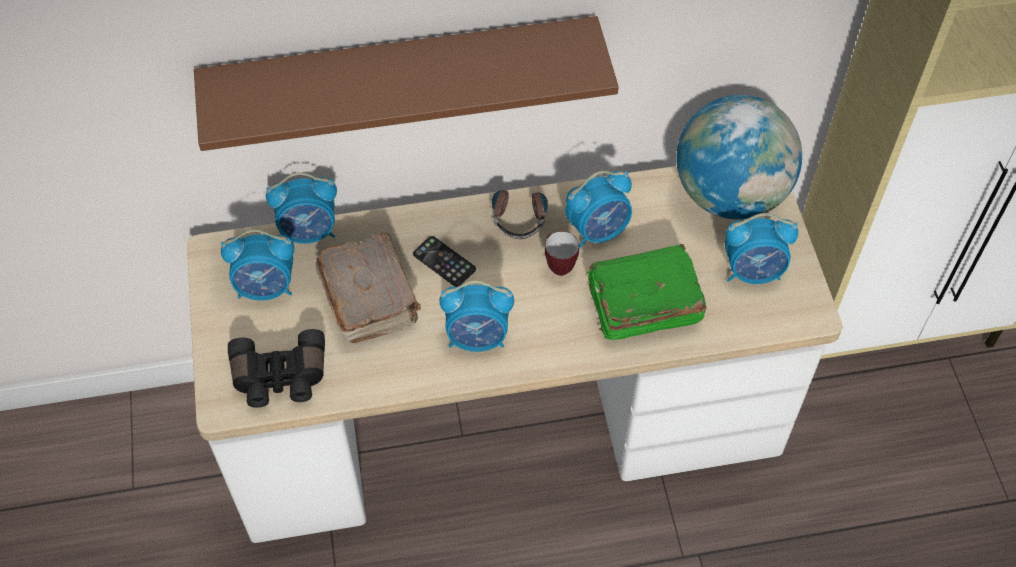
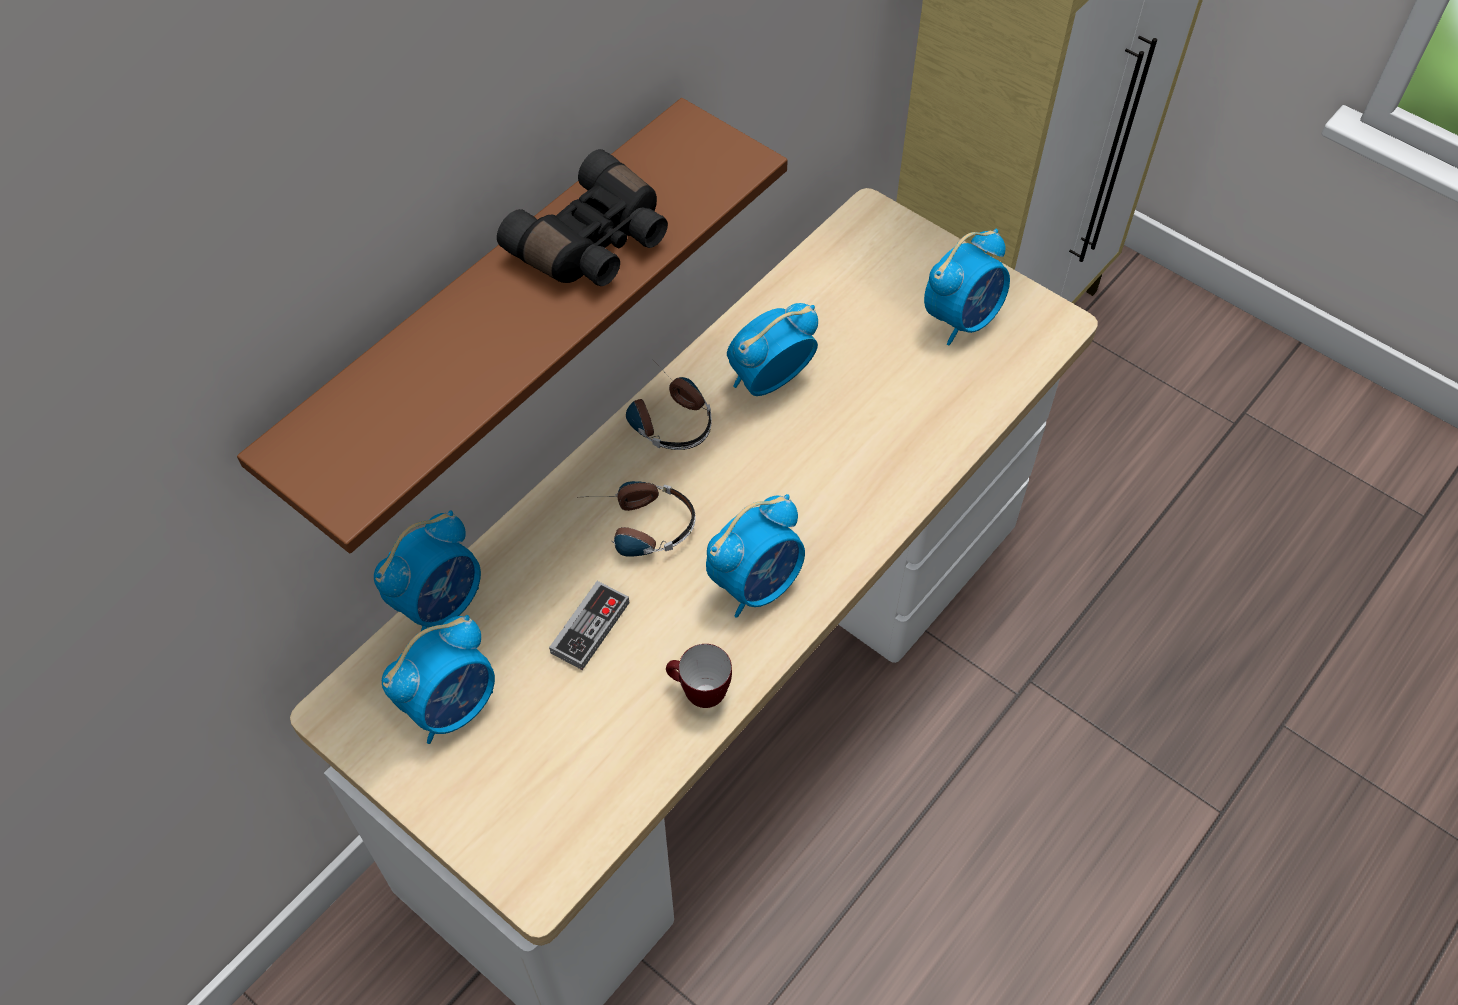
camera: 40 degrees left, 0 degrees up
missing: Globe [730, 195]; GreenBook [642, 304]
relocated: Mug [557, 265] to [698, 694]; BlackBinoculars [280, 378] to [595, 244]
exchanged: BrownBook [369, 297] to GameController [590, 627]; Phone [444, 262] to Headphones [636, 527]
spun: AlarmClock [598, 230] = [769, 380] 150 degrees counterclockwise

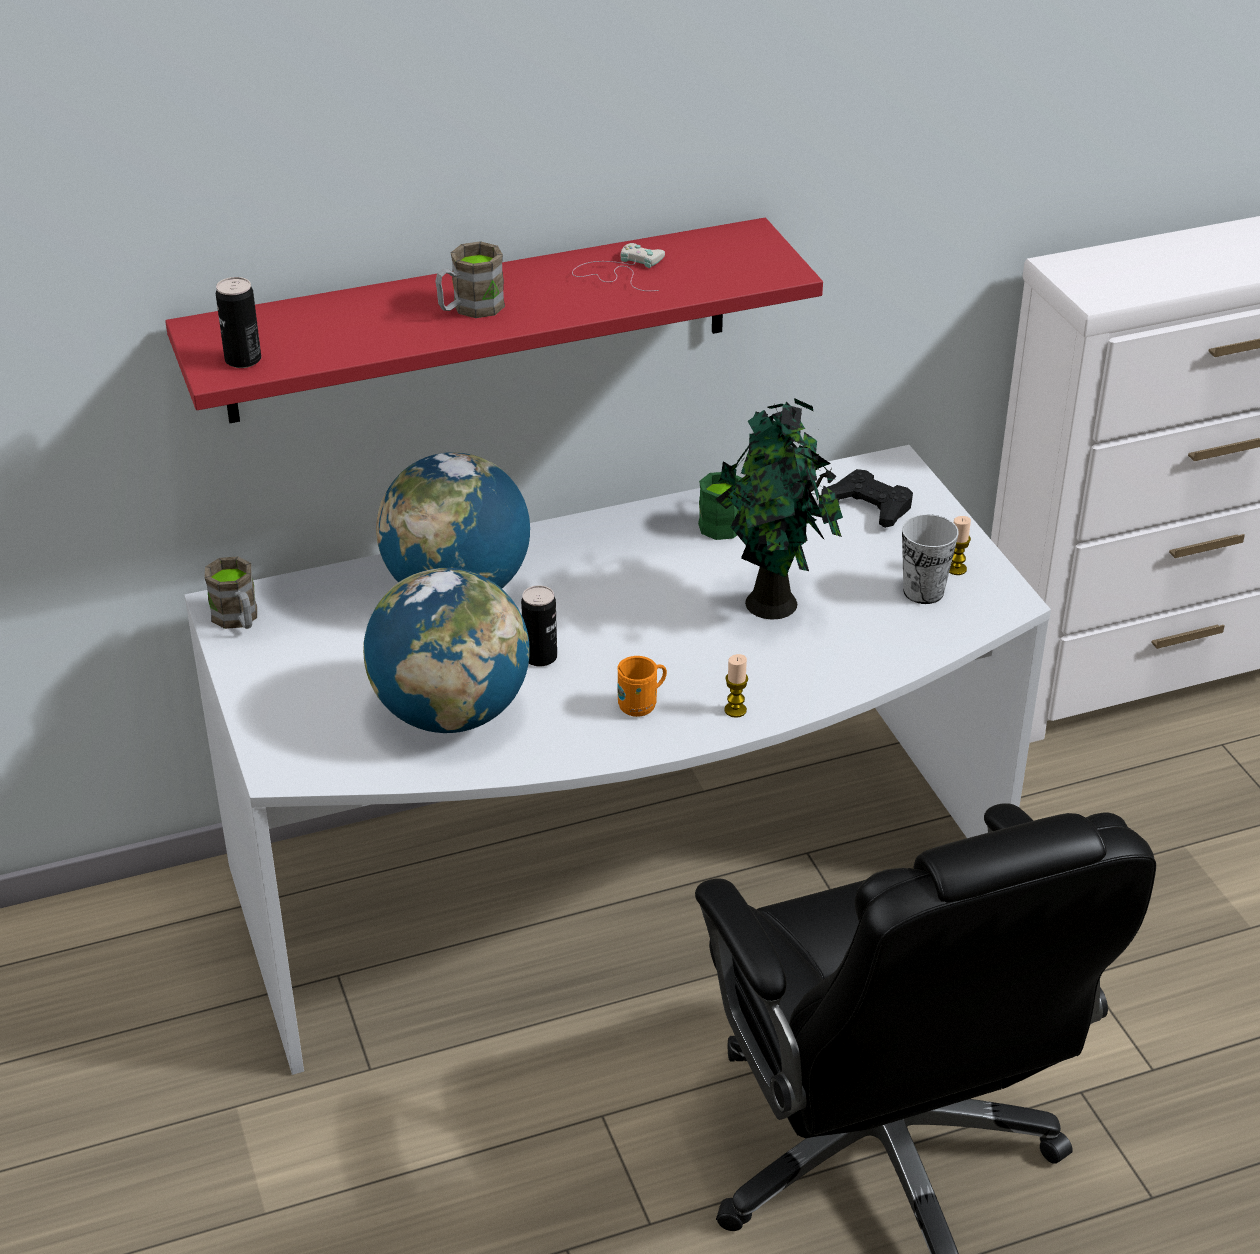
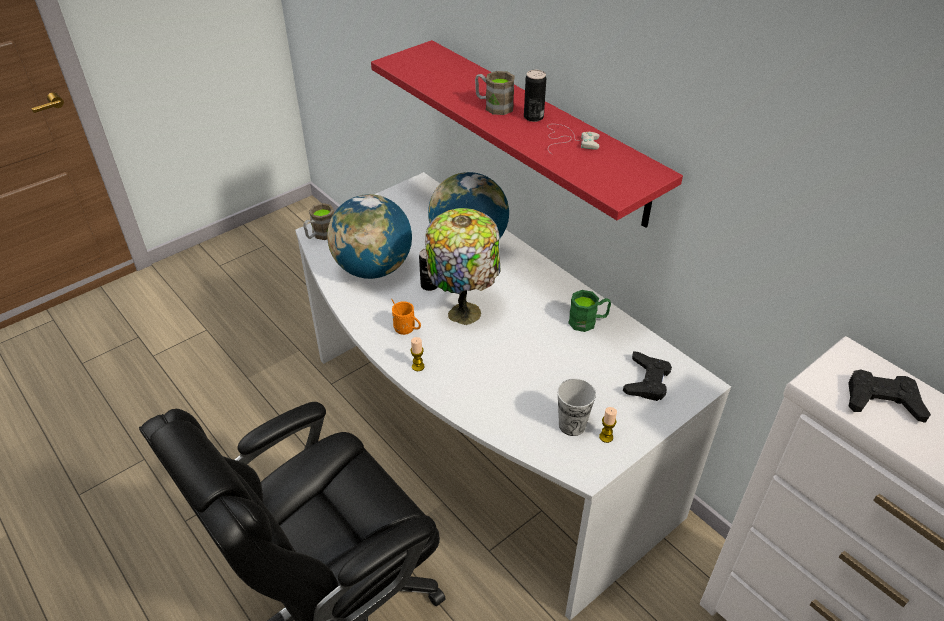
camera: 70 degrees right, 5 degrees up
missing: PottedPlant [774, 606]
appeared: TableLamp [464, 311]; BlackGameController [882, 401]
relocated: Can [243, 360] to [533, 117]; BrownMug [238, 620] to [320, 235]

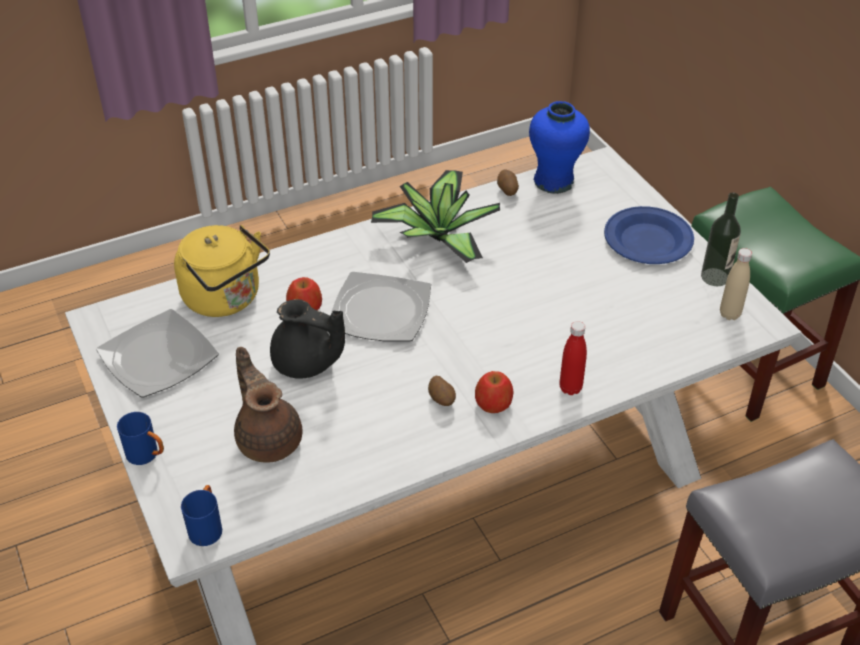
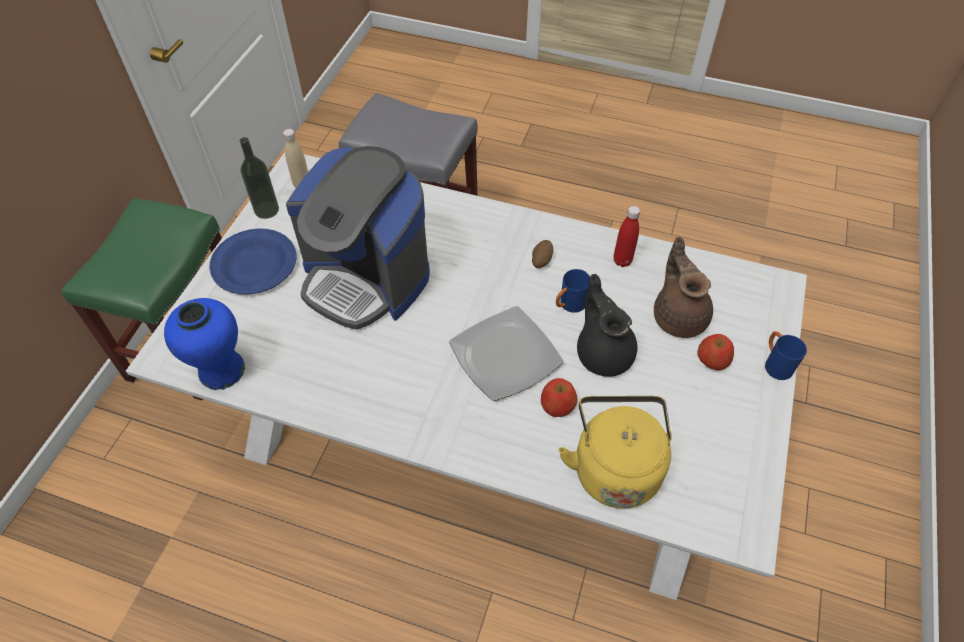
camera: 135 degrees left, 10 degrees up
missing: PottedPlant [437, 236]; Potato [507, 191]; Plate [157, 357]
appeared: CoffeeMachine [366, 279]
relocated: RedBottle [570, 388] to [622, 261]; Apple [493, 403] to [712, 360]; BlueMug [207, 526] to [569, 305]
spun: BrownTeapot [269, 438] = [679, 316] 150 degrees clockwise

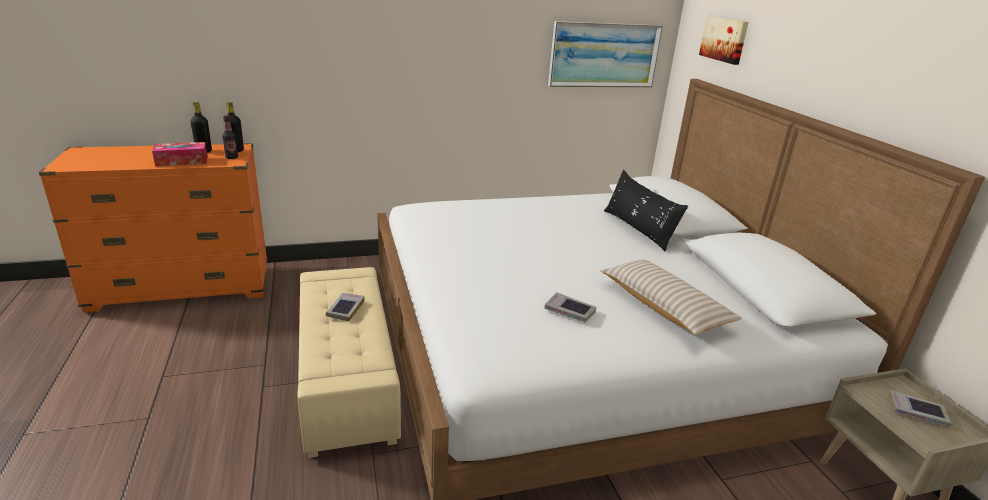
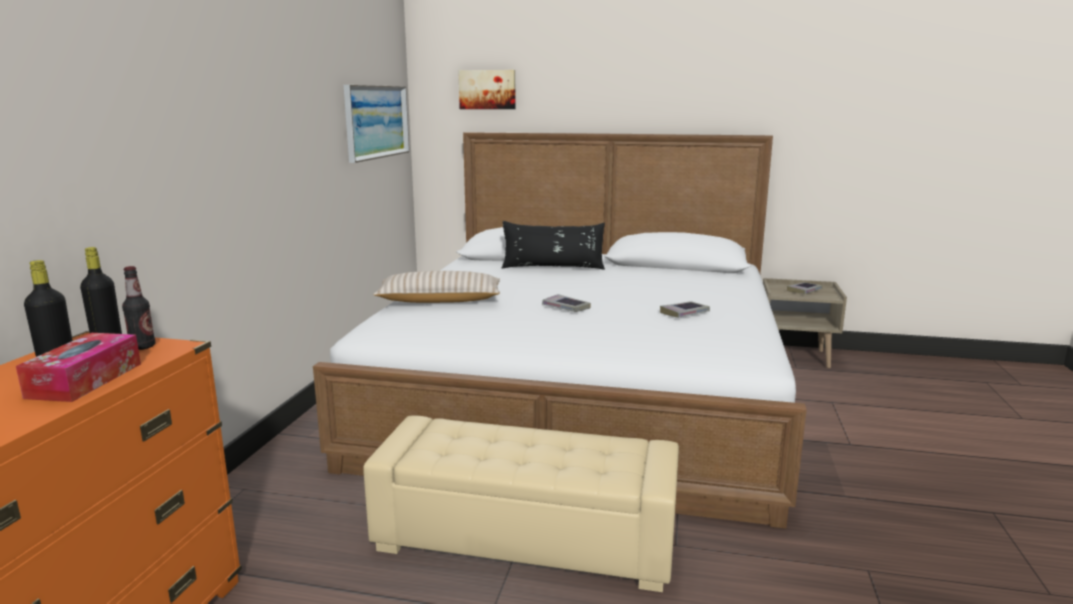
camera: 60 degrees left, 10 degrees down
relocated: BeigePillow [664, 306] to [439, 300]; Book [345, 309] to [566, 307]

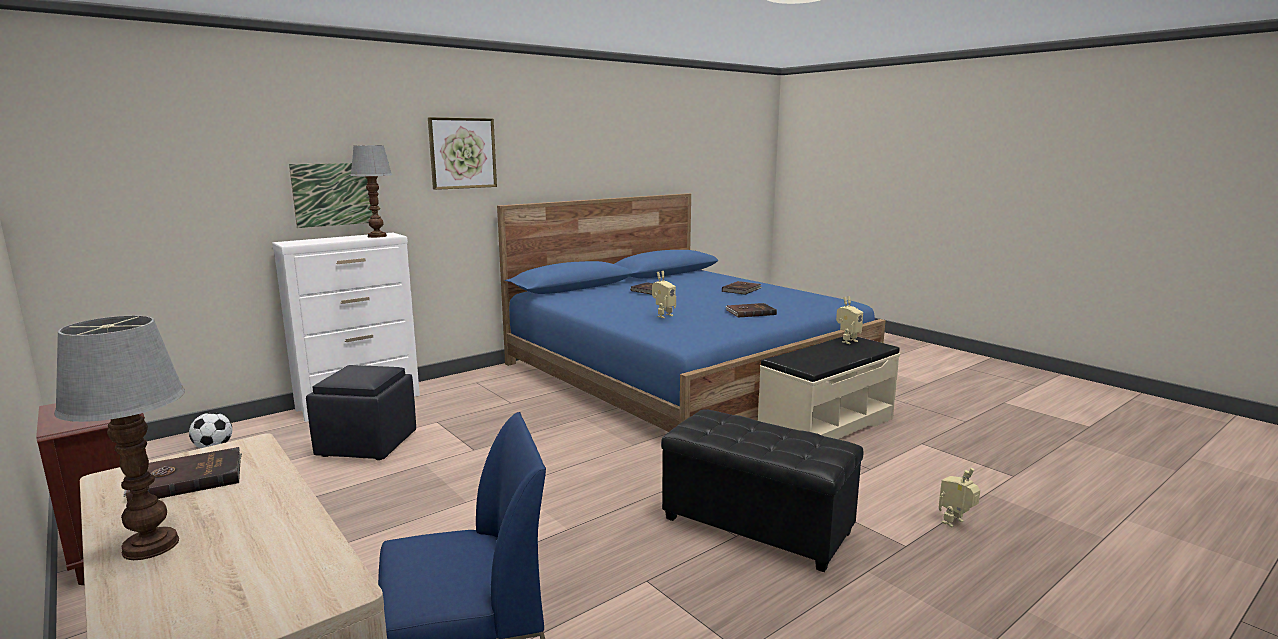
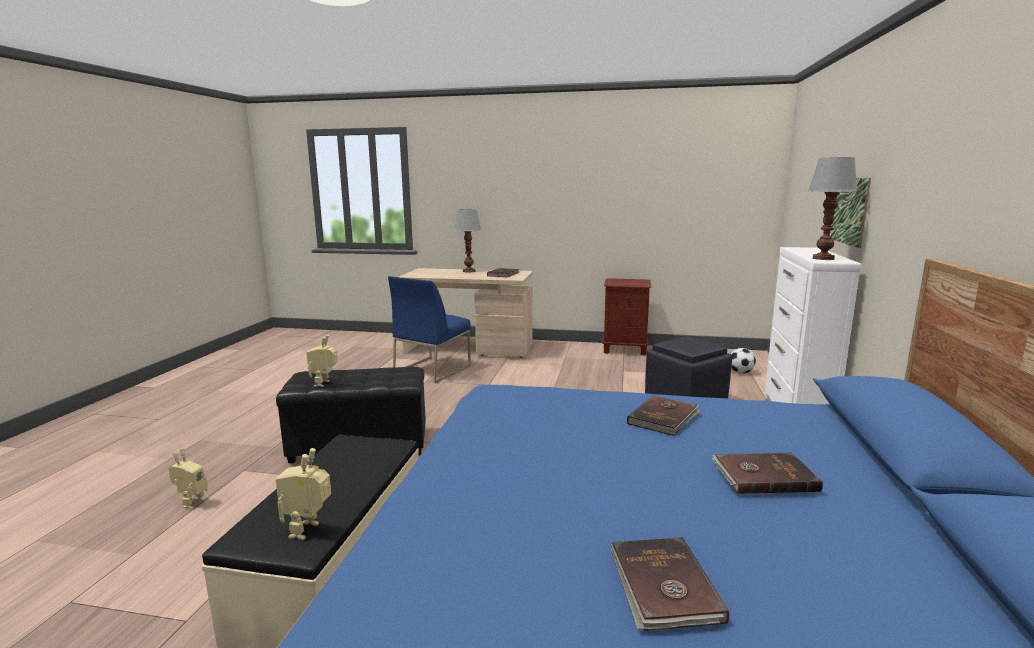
camera: 140 degrees right, 0 degrees up
missing: Picture [462, 153]
relocated: ToyRobot [663, 315] to [325, 384]; BrownBook [750, 312] to [664, 418]

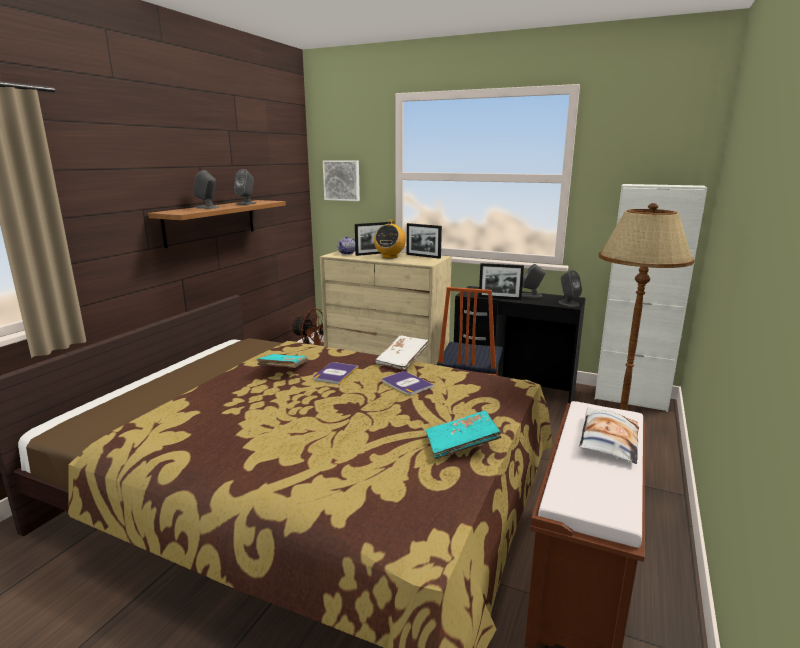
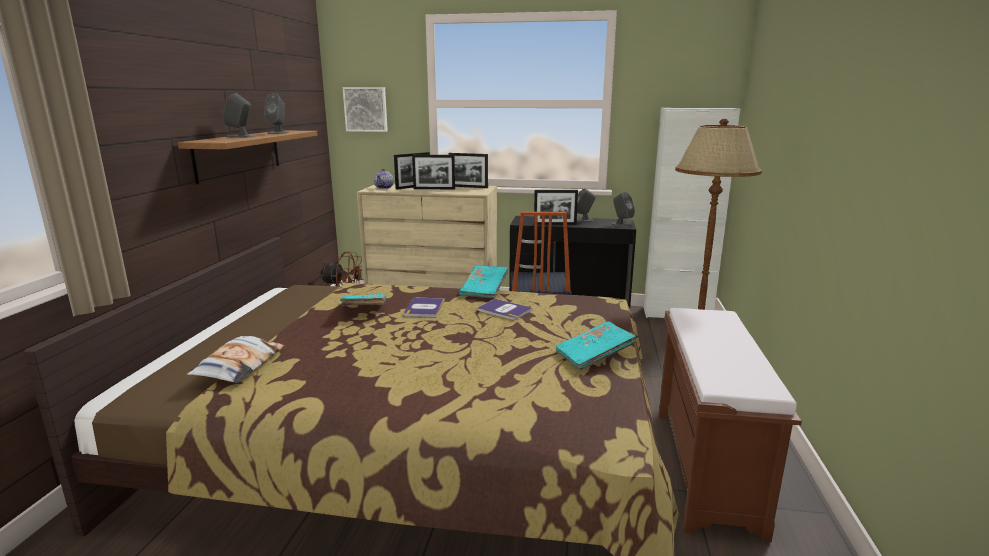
camera: 15 degrees left, 0 degrees up
relocated: Pillow [607, 440] to [239, 365]
exchanged: Radio [390, 257] to PictureFrame [434, 189]
colour: WhiteBook [402, 360] to TurquoiseBook [484, 290]

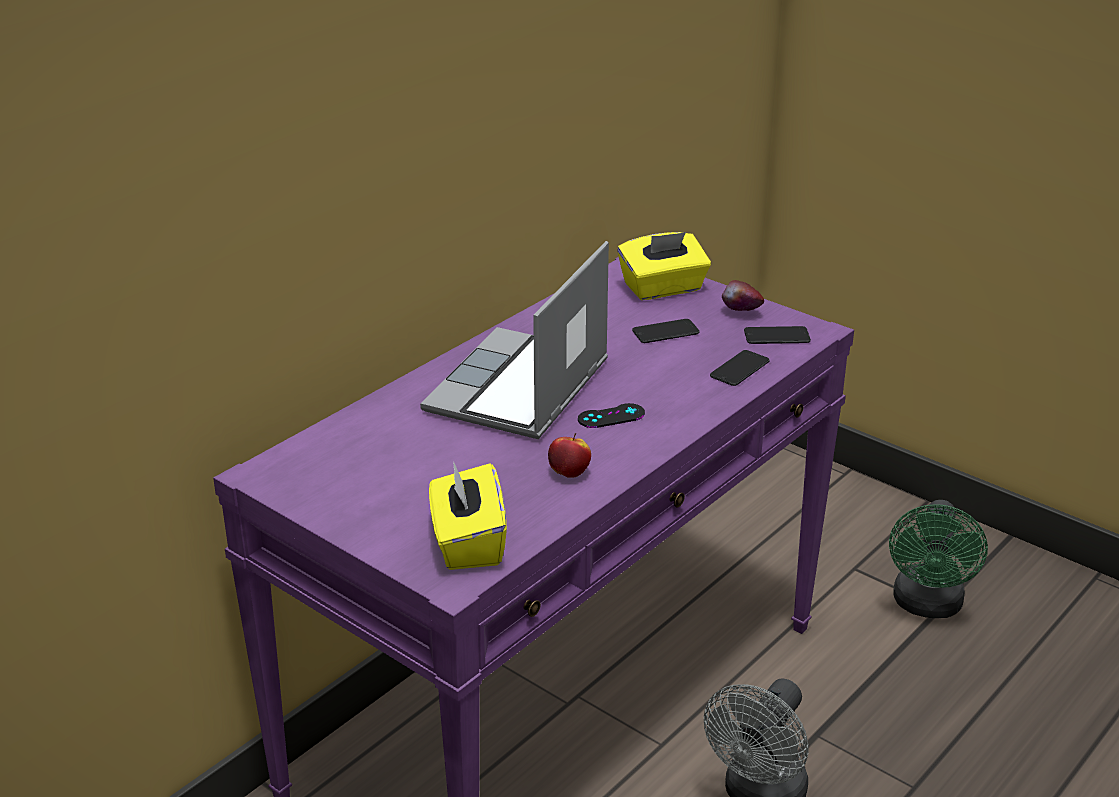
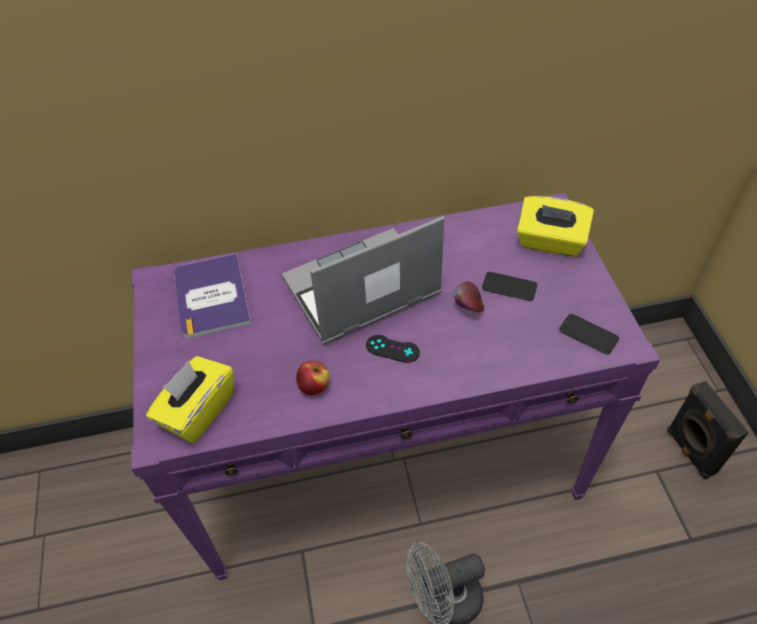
camera: 40 degrees right, 20 degrees up
missing: Phone [739, 369]; GreenFan [927, 606]
appeared: Book [212, 296]; BlackSpeaker [689, 452]
relocated: Apple [741, 313] to [468, 308]

